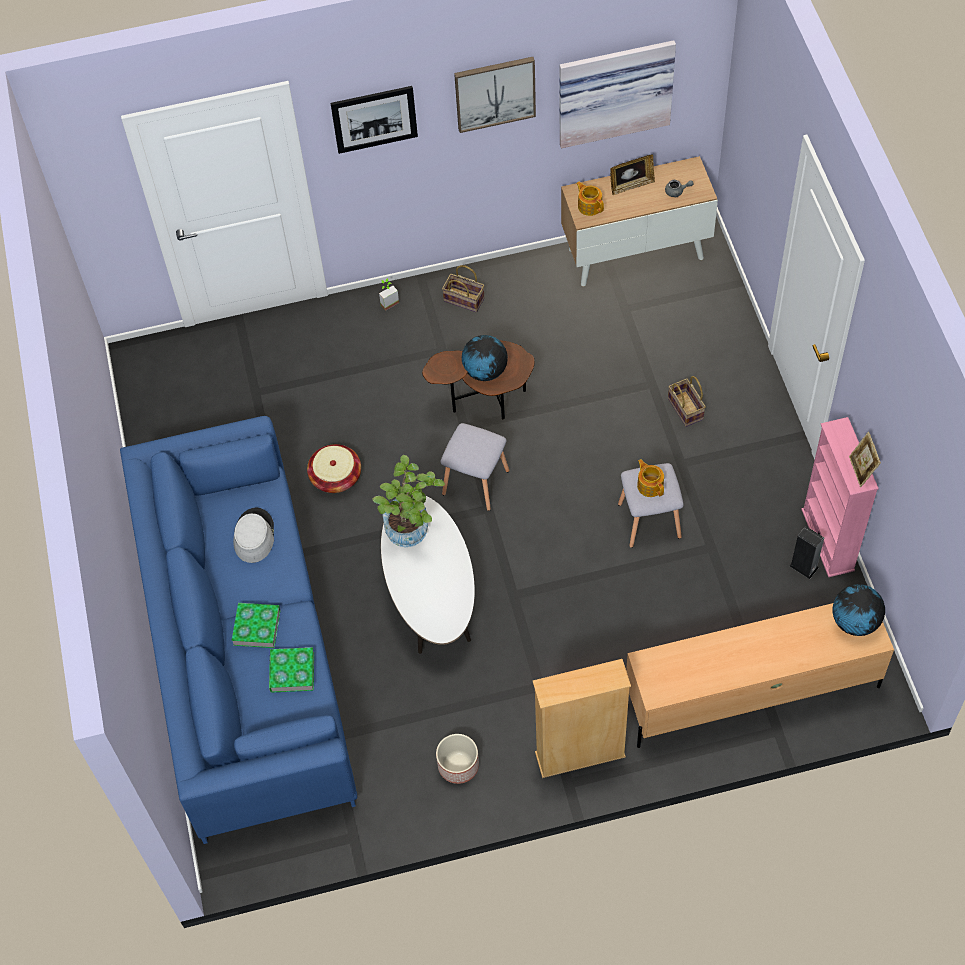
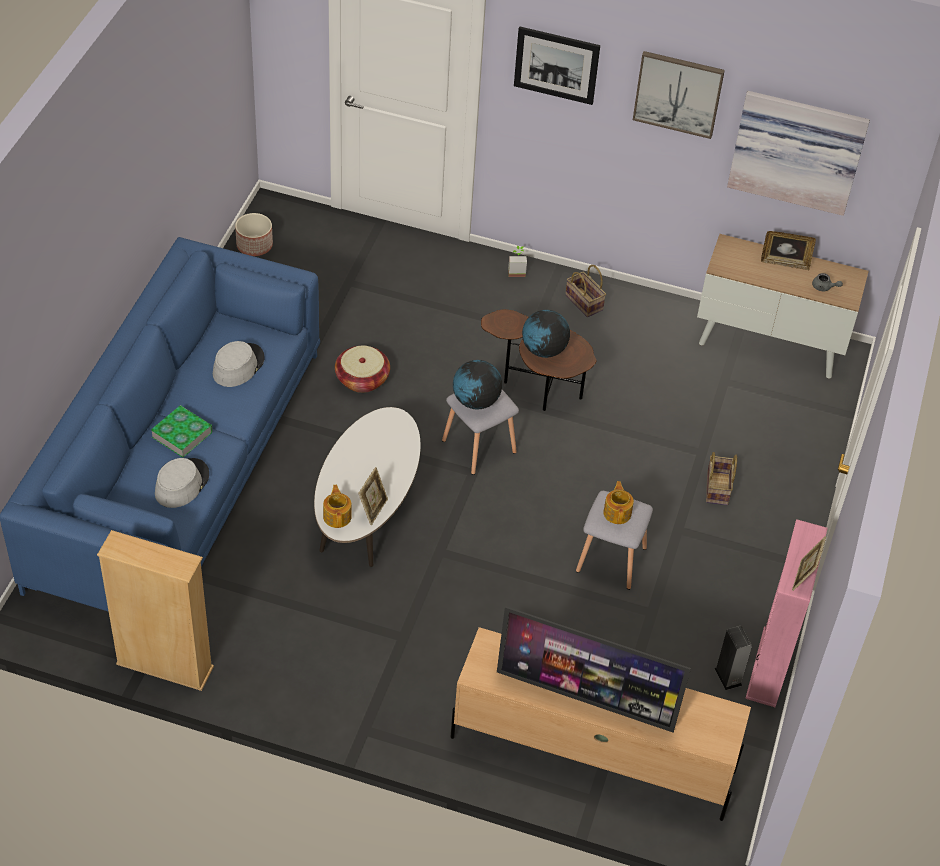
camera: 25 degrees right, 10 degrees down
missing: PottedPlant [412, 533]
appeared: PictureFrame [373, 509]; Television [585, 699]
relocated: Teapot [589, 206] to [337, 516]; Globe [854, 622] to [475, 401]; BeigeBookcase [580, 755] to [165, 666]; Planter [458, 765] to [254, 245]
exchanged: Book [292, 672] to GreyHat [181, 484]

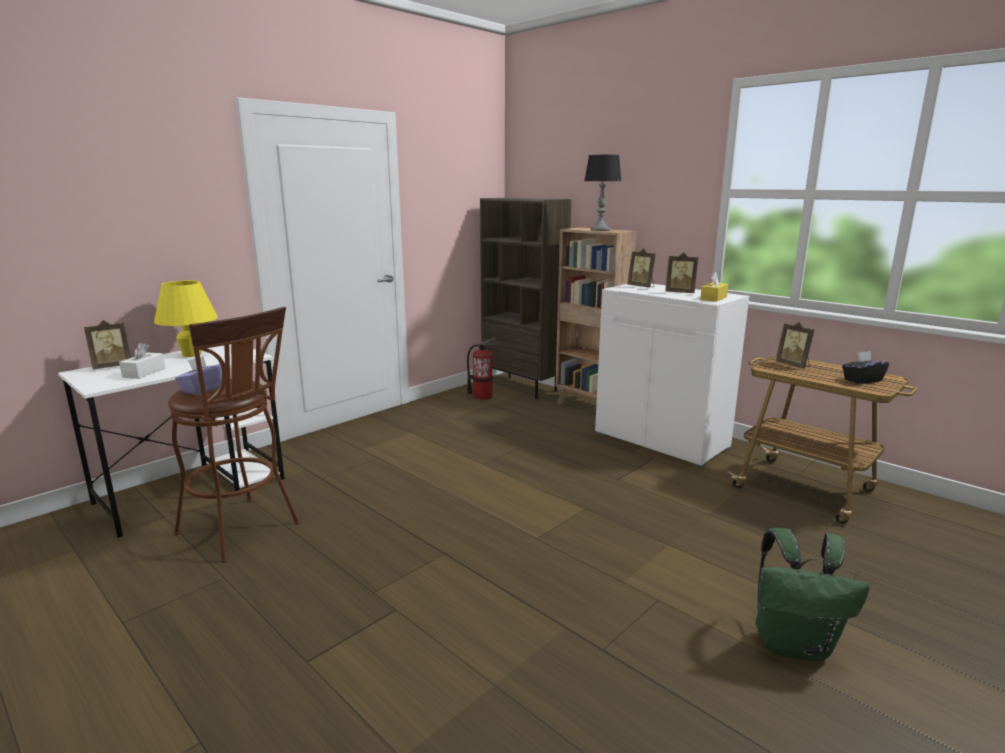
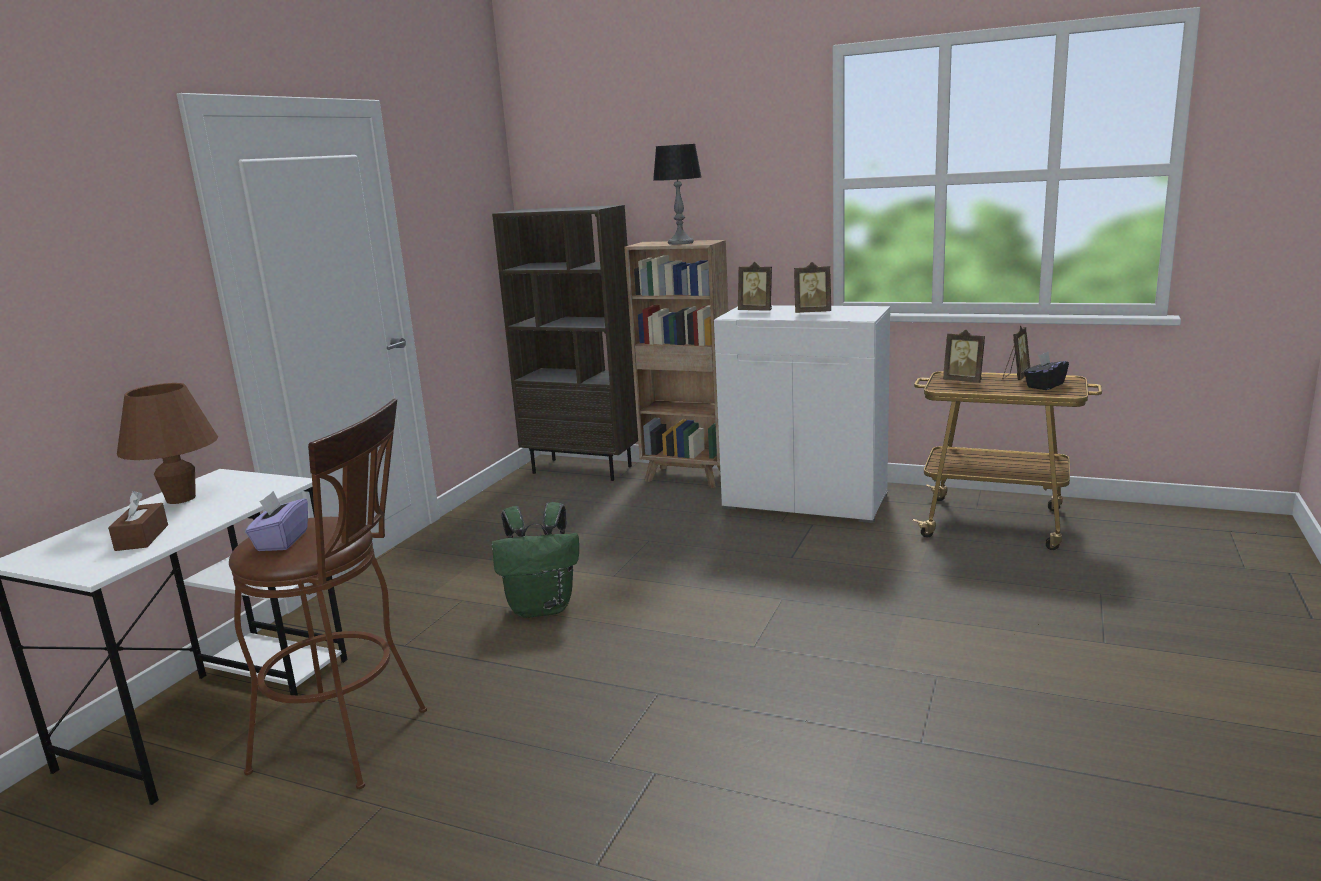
camera: 20 degrees left, 0 degrees up
missing: YellowTissueBox [713, 298]; FireExtinguisher [482, 396]
relocated: PictureFrame [112, 366] to [1015, 377]; GreenBackpack [794, 644] to [543, 607]
colour: YellowTableLamp [192, 354] to BrownTableLamp [181, 499]; WhiteTissueBox [144, 372] to BrownTissueBox [142, 537]

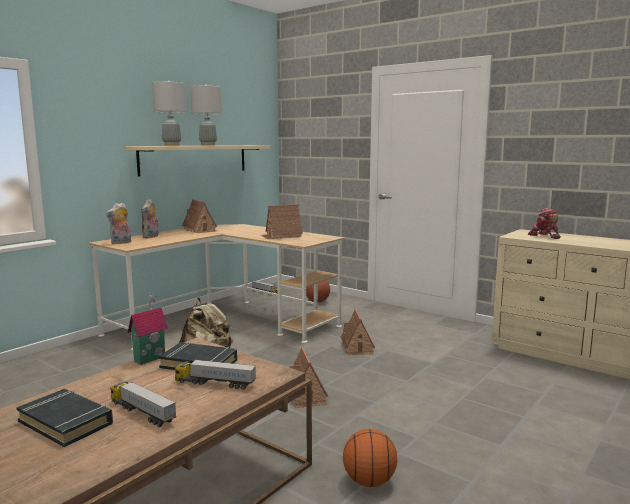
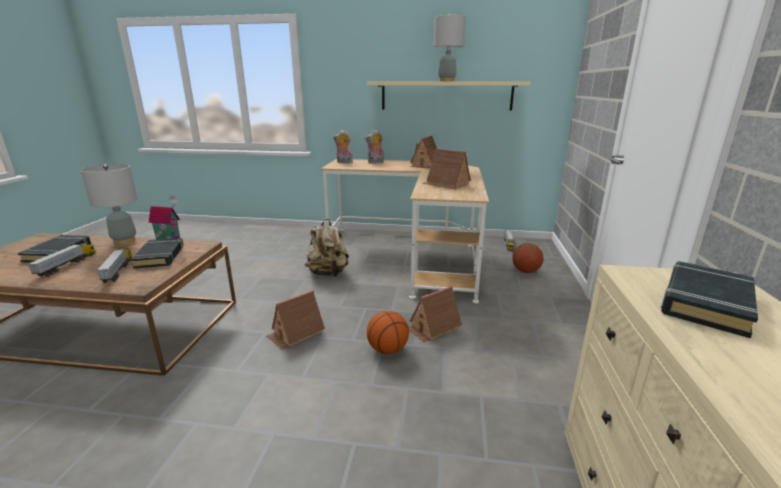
camera: 60 degrees right, 10 degrees up
relocated: GreyTableLamp [171, 145] to [124, 241]; Basketball [369, 481] to [387, 349]
exchanged: ToyRobot [544, 236] to BlackBook [705, 303]

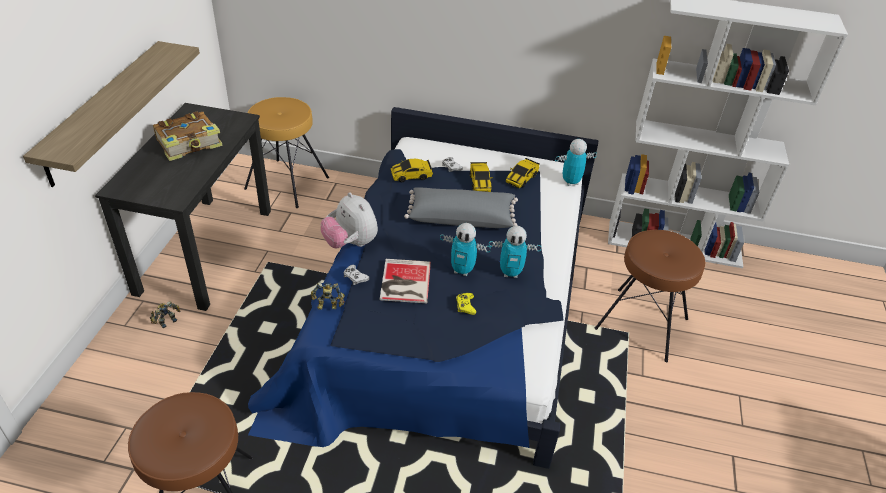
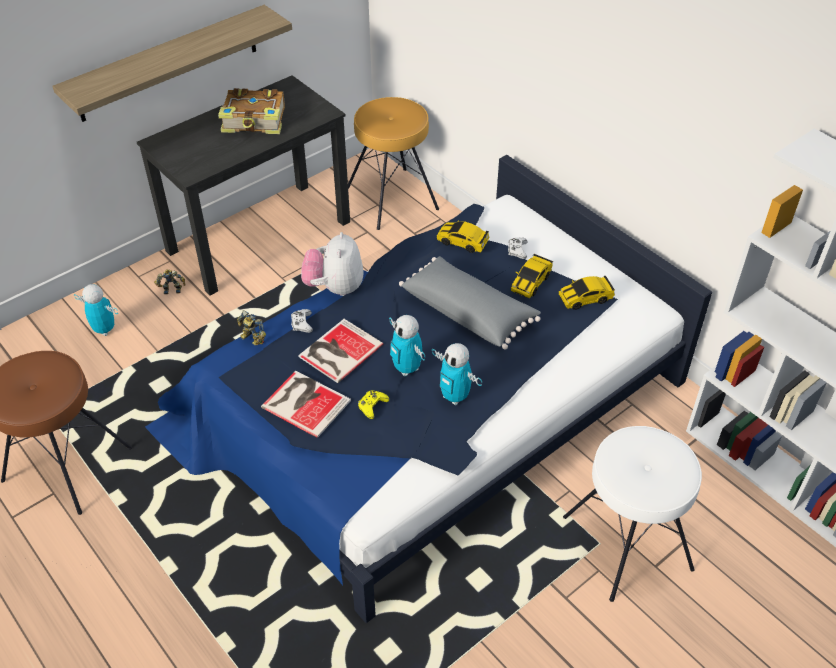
camera: 40 degrees right, 5 degrees up
appeared: Book [305, 402]
relocated: ToyRobot [570, 182] to [104, 329]
colour: BrownStool [641, 324] to WhiteStool [626, 543]

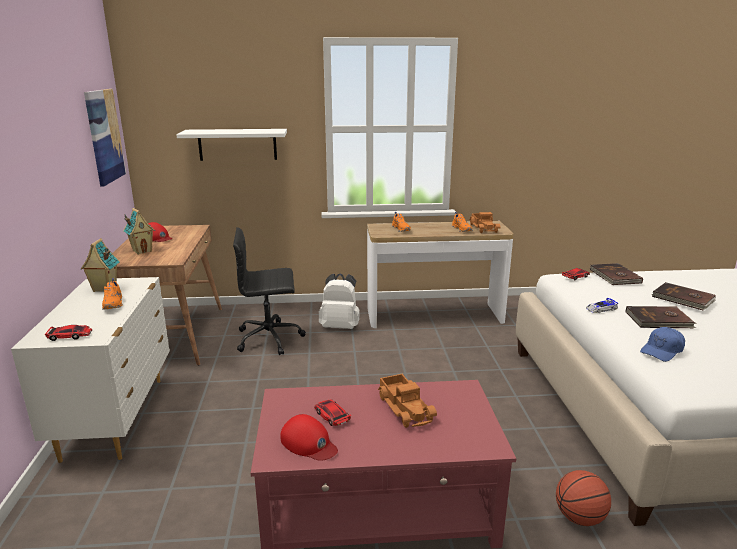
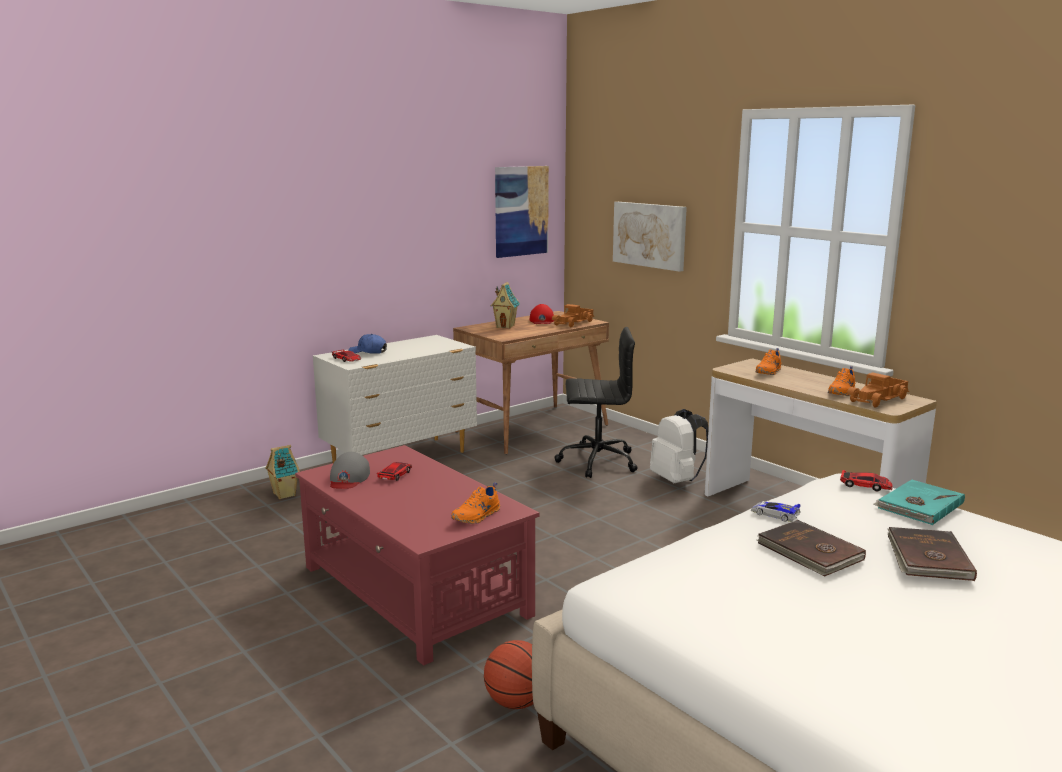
camera: 55 degrees right, 5 degrees down
relocated: ToyHouse [104, 289] to [283, 495]; OrangeShoe [114, 304] to [477, 516]; BlueCap [662, 351] to [368, 352]; ToyTruck [406, 407] to [574, 323]
exchanged: WhiteShelf [237, 144] to Picture [649, 235]
colour: BrownBook [614, 276] to TurquoiseBook [918, 505]; RedCap [309, 443] to GreyCap [348, 478]
spun: BlackOfficeChair [270, 338] = [596, 461] 135 degrees clockwise

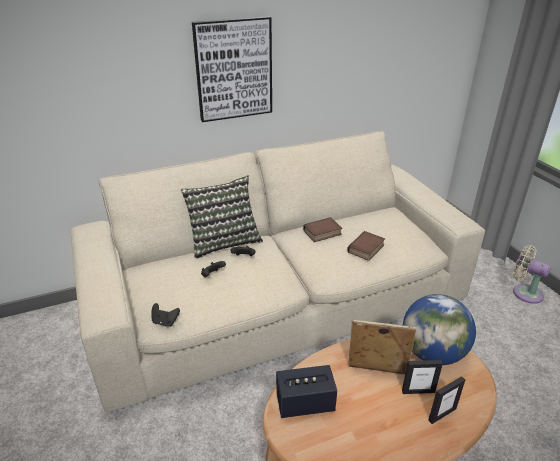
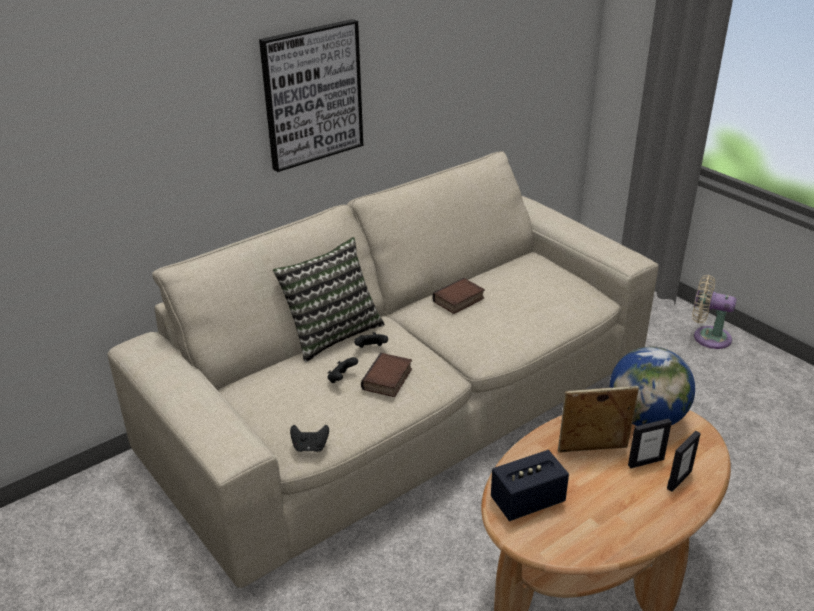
camera: 15 degrees left, 0 degrees up
relocated: Book [366, 249] to [388, 380]

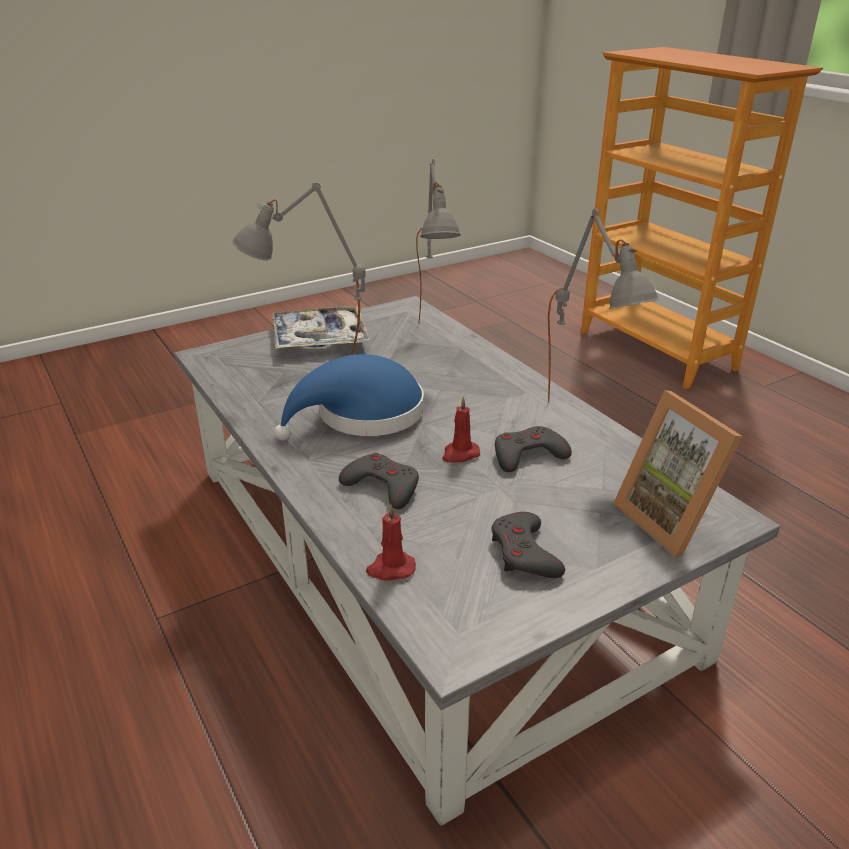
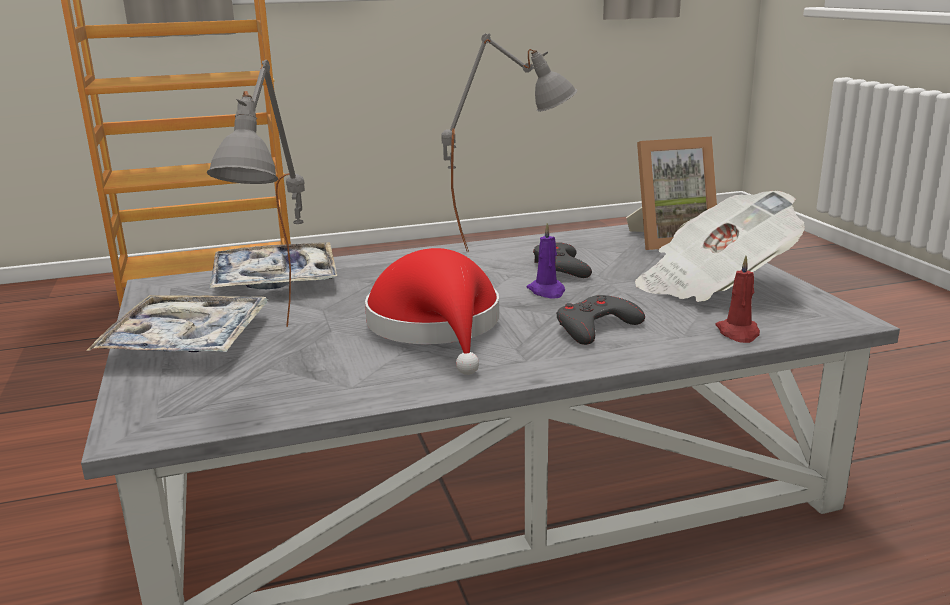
camera: 75 degrees left, 10 degrees down
exchanged: GreyTableLamp [435, 339] to Tray [275, 280]; GreyGameController [524, 553] to Newspaper [712, 284]
colour: BlueHat [362, 415] to RedHat [437, 327]; RedCandle [460, 454] to PurpleCandle [547, 291]

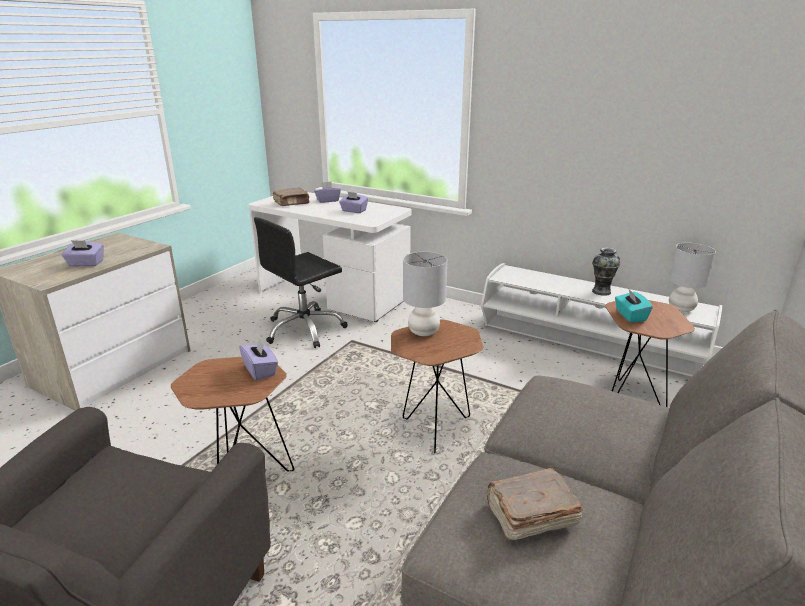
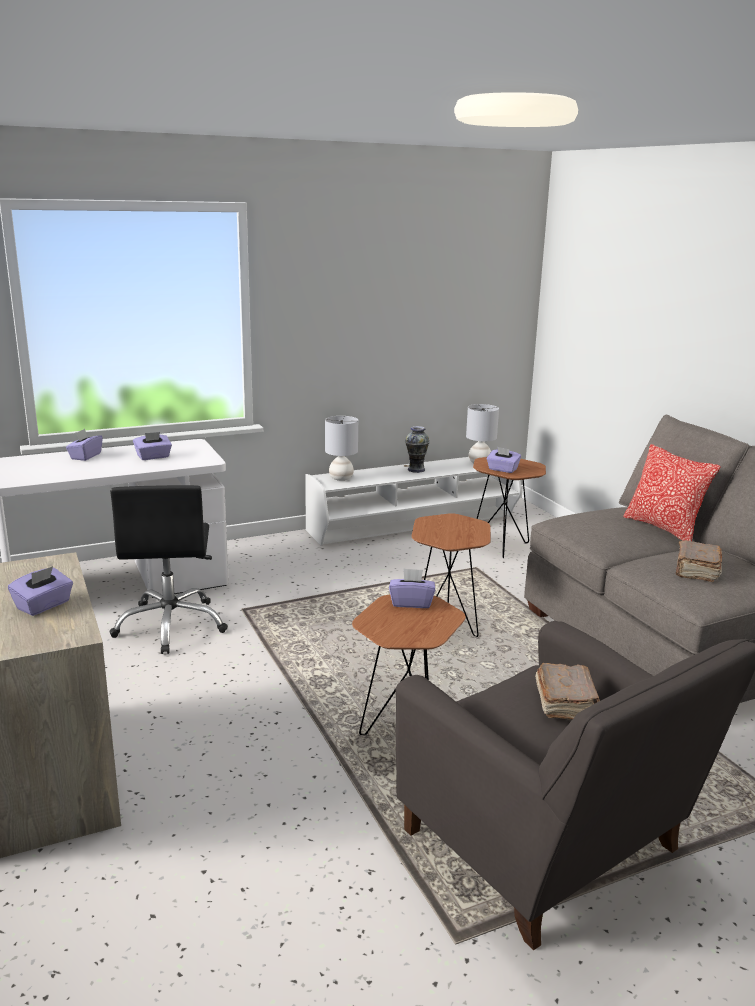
camera: 55 degrees left, 5 degrees down
appeared: Pillow [663, 528]
relocated: BrownBook [292, 203] to [565, 703]; GreyTableLamp [423, 332] to [341, 478]
colour: TurquoiseTissueBox [630, 316] to PurpleTissueBox [502, 469]

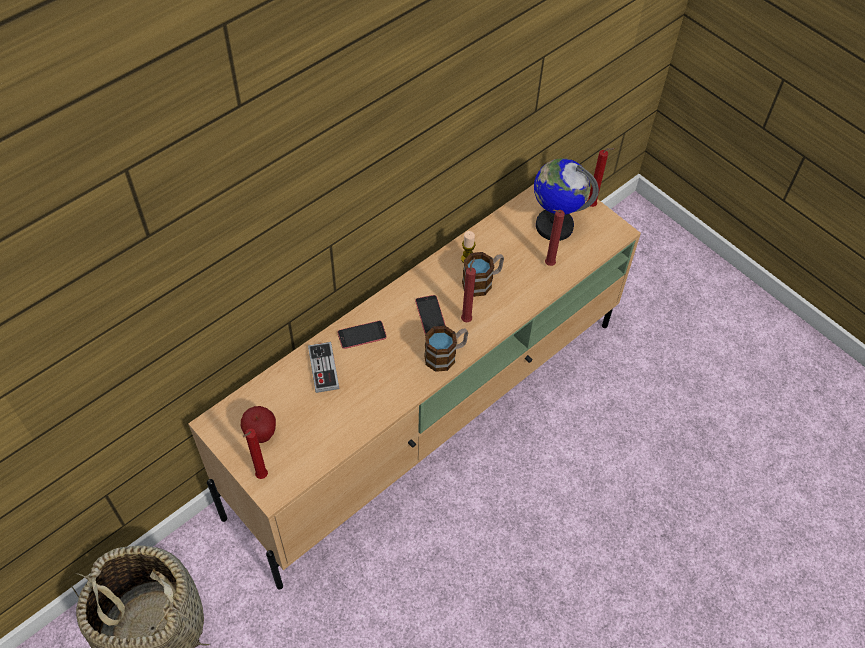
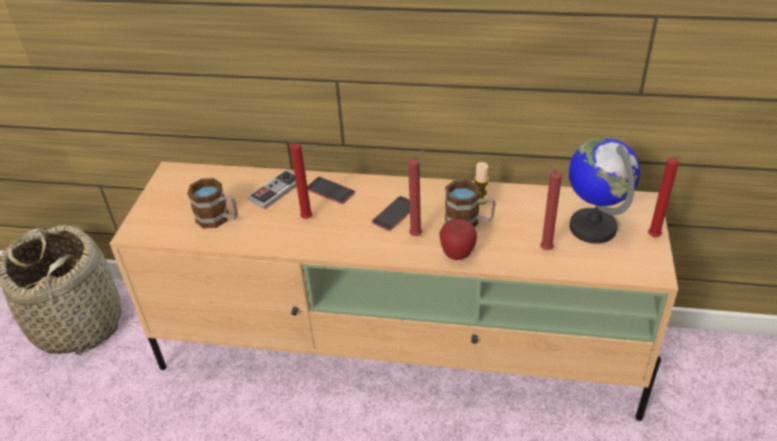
camera: 55 degrees right, 15 degrees down
relocated: Mug [446, 355] to [218, 219]; Apple [261, 434] to [457, 254]; RedCandle [260, 477] to [304, 219]

